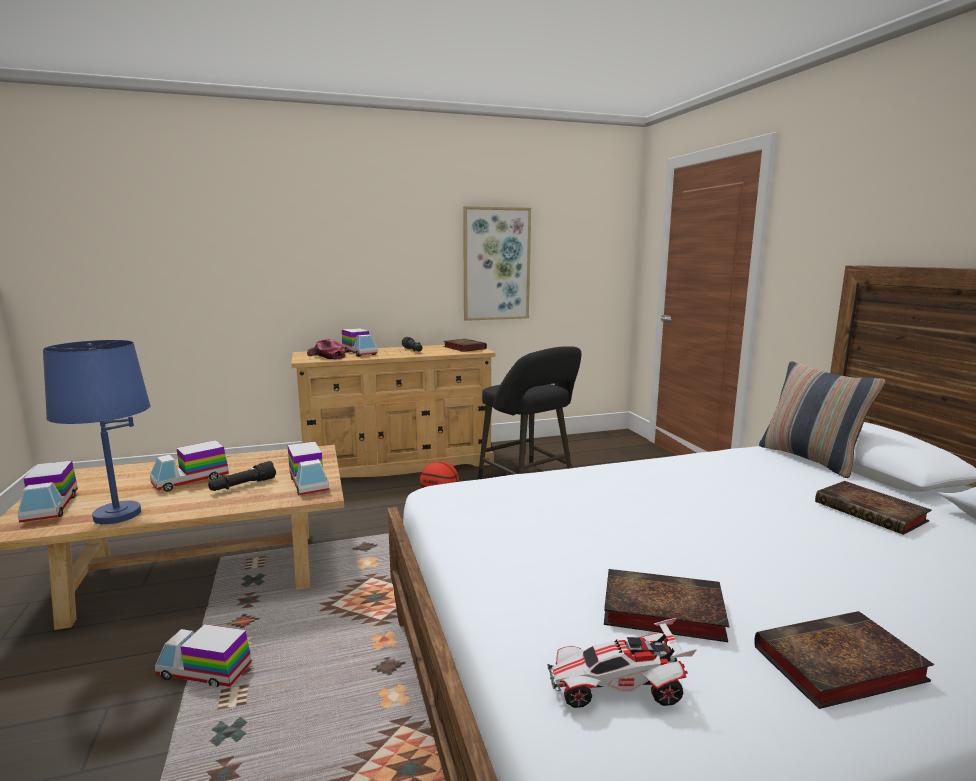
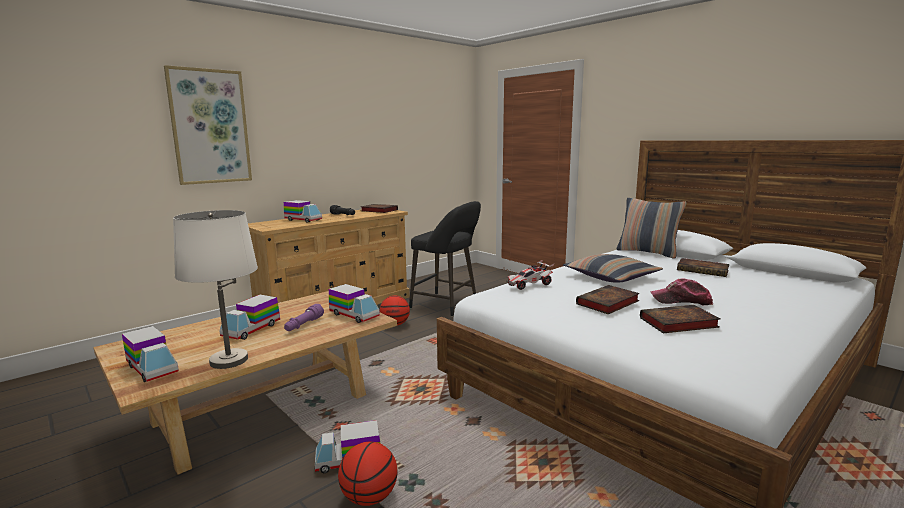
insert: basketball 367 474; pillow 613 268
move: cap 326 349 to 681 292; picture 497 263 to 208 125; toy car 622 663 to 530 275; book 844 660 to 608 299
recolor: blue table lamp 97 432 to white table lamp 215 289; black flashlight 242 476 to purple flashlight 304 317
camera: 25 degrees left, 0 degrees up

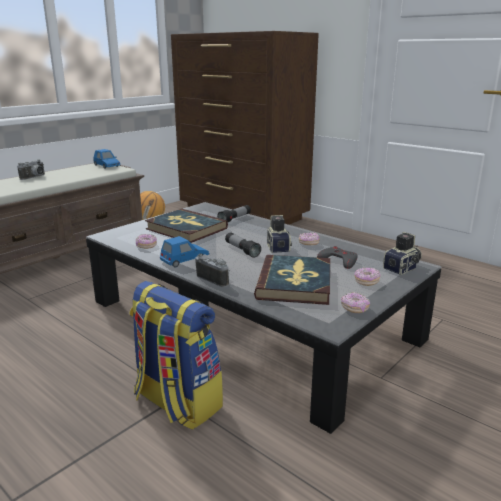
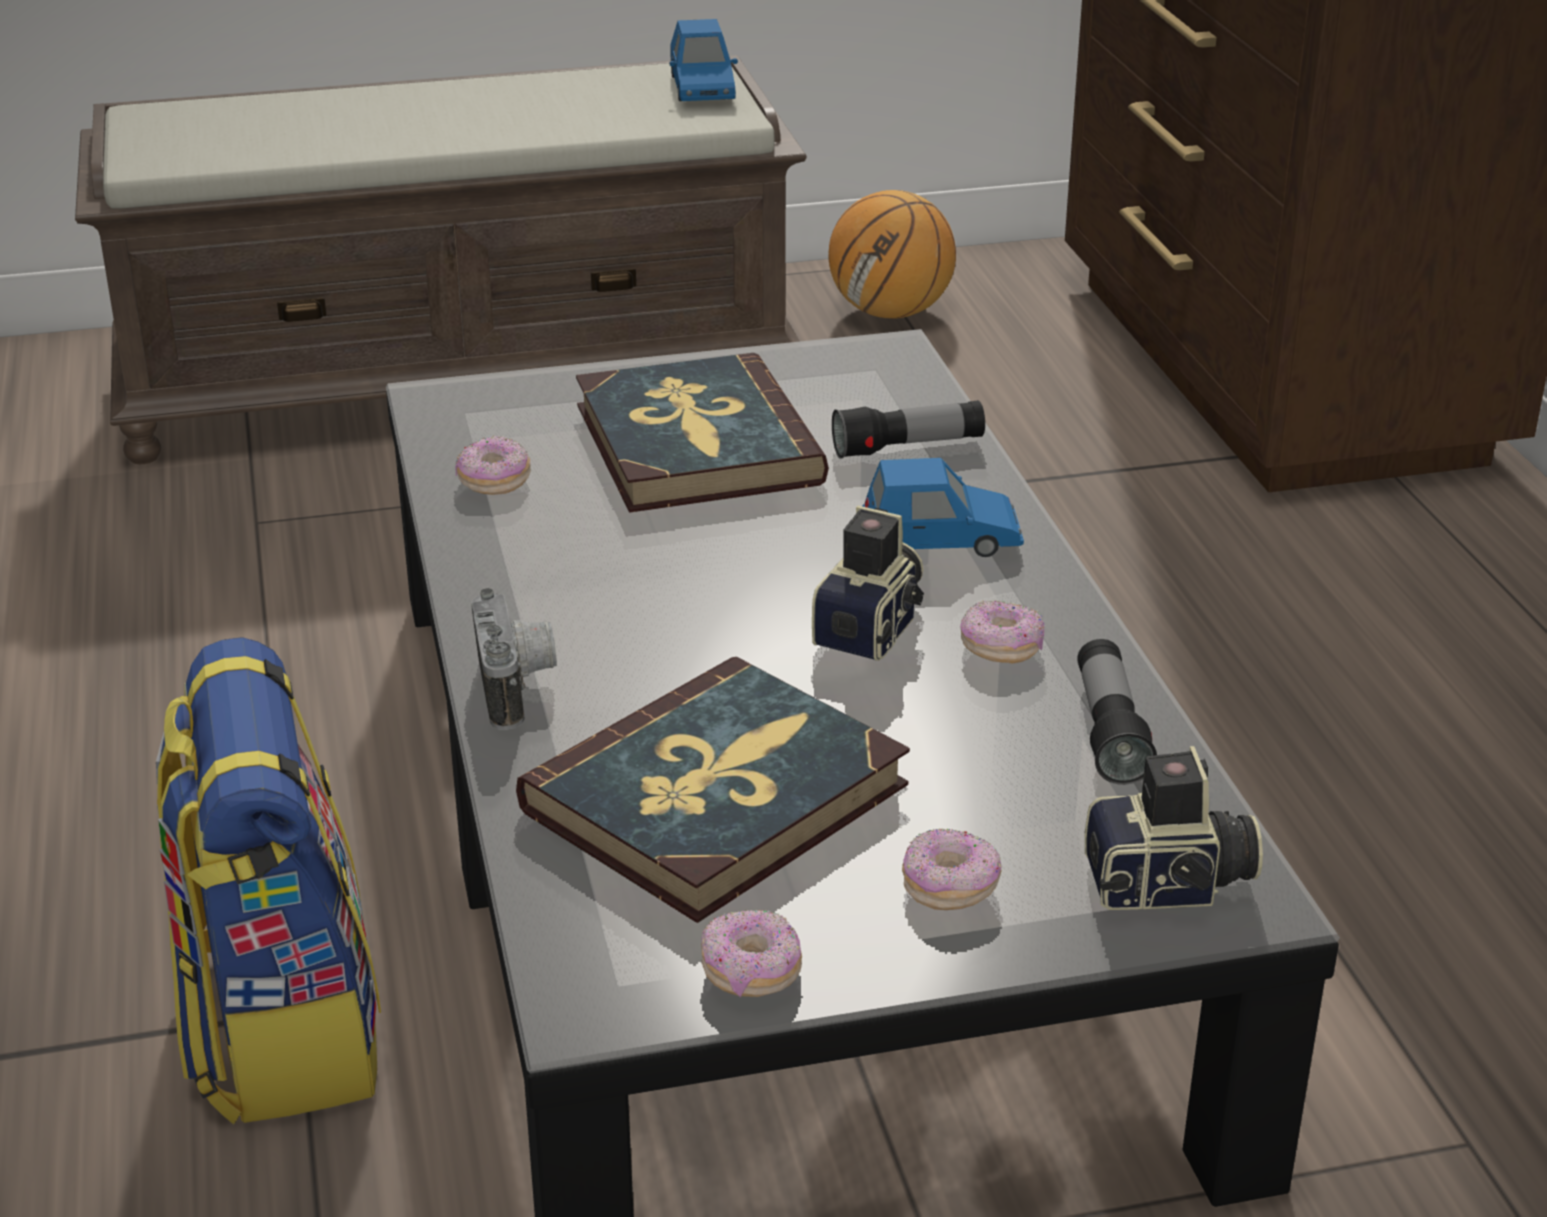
delete: photo camera 31 169; grey game controller 337 257
move: blue toy car 184 252 to 943 507; flashlight 243 245 to 1117 712
camera: 35 degrees right, 10 degrees up

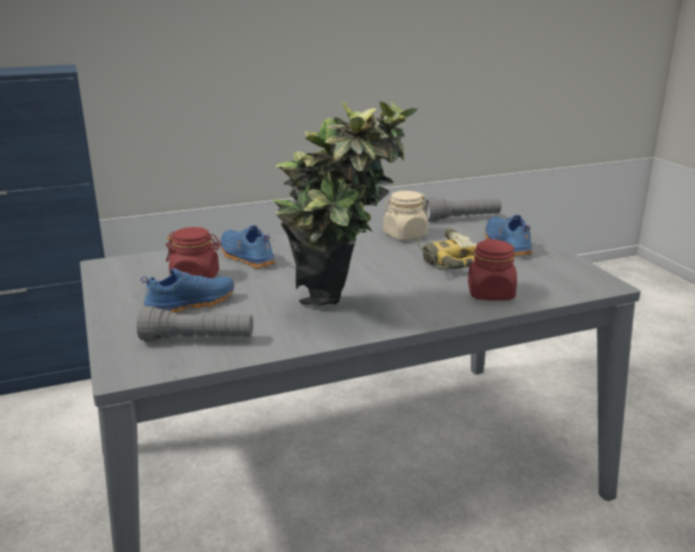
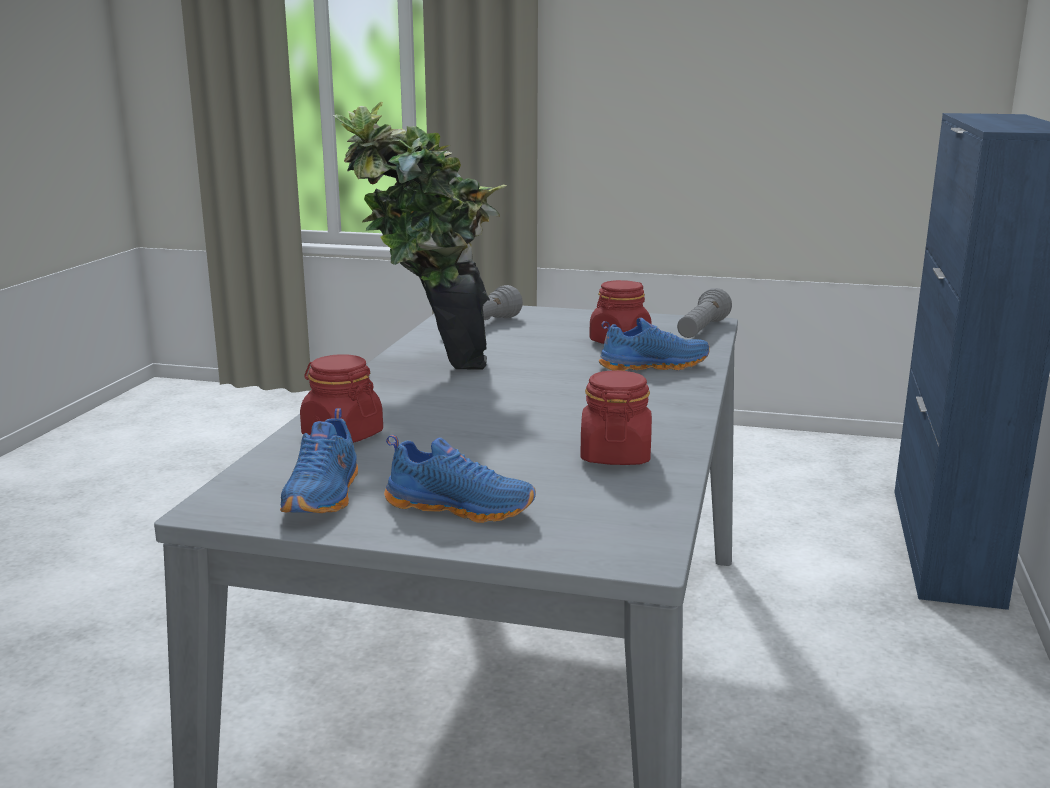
delete: power drill 447 249
move: blue shoe 187 290 to 319 460; grey flashlight 463 209 to 704 313
recolor: beige jar 405 215 to red jar 616 417
camera: 125 degrees right, 5 degrees down

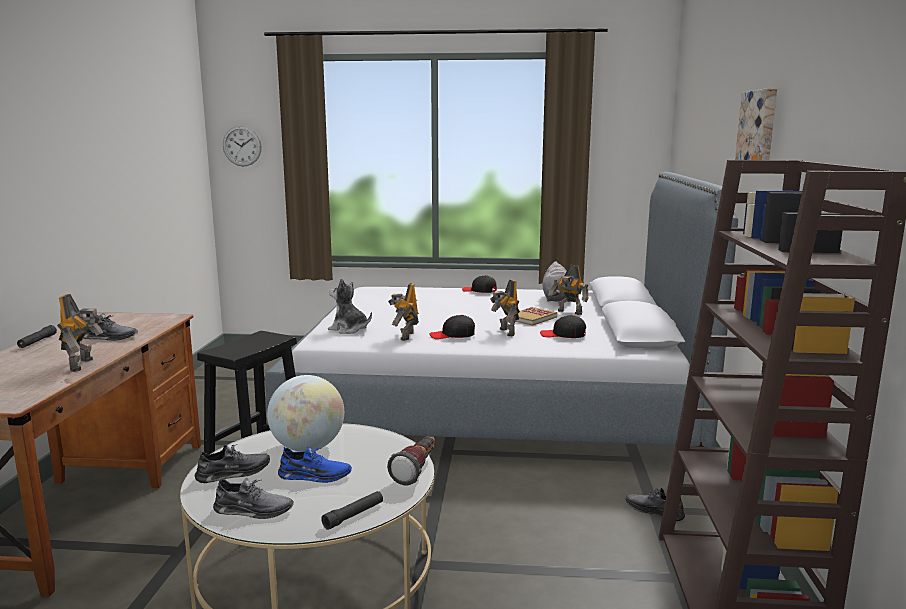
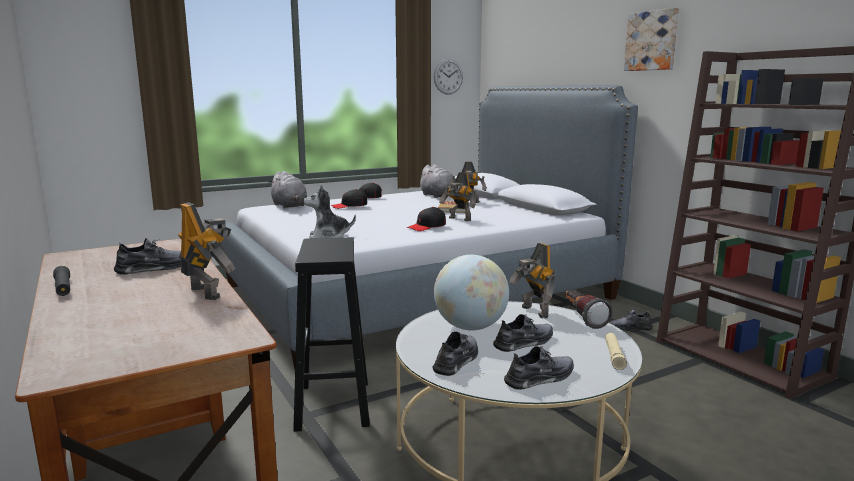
insert: grey plush toy 287 190
move: wall clock 242 146 to 448 77; toy robot 403 312 to 532 280; black cap 563 326 to 349 199
recolor: blue shoe 315 464 to grey shoe 523 333; black flashlight 352 510 to beige flashlight 616 351
camera: 35 degrees left, 0 degrees up

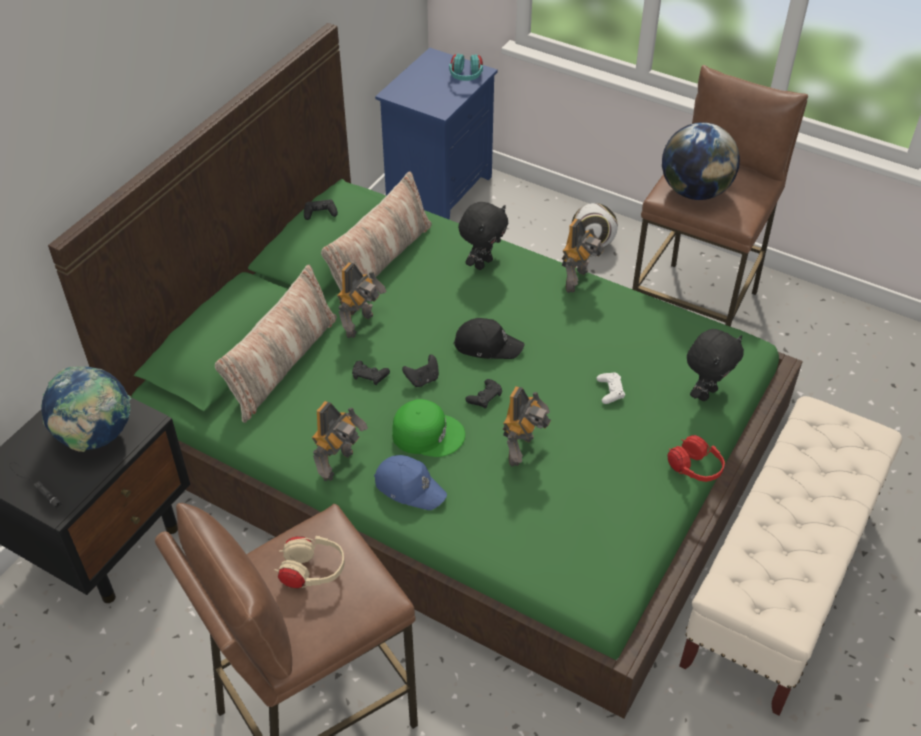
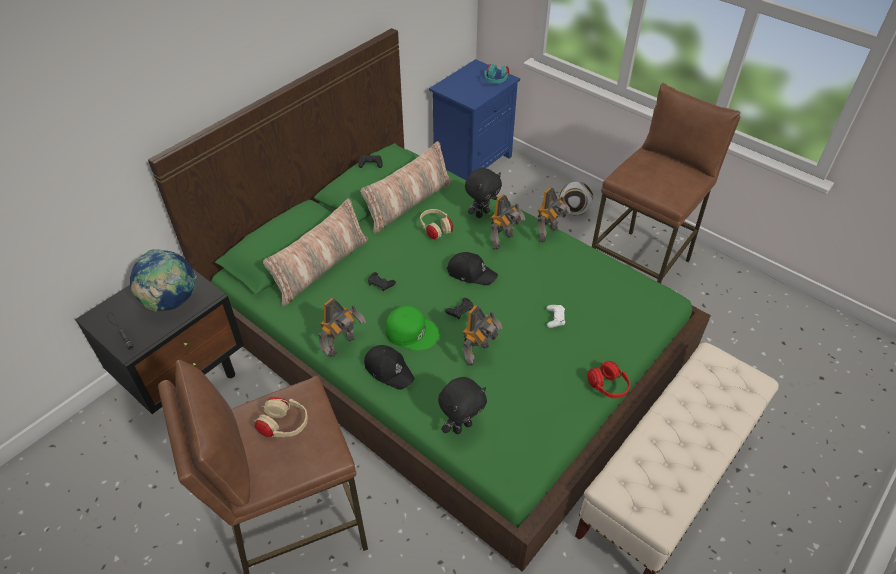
delete: black game controller 420 371; globe 701 161
insert: beige headphones 436 224
move: toy robot 362 300 to 508 222; black plush toy 715 365 to 462 405
recolor: blue cap 410 482 to black cap 389 367
camera: 10 degrees right, 0 degrees up

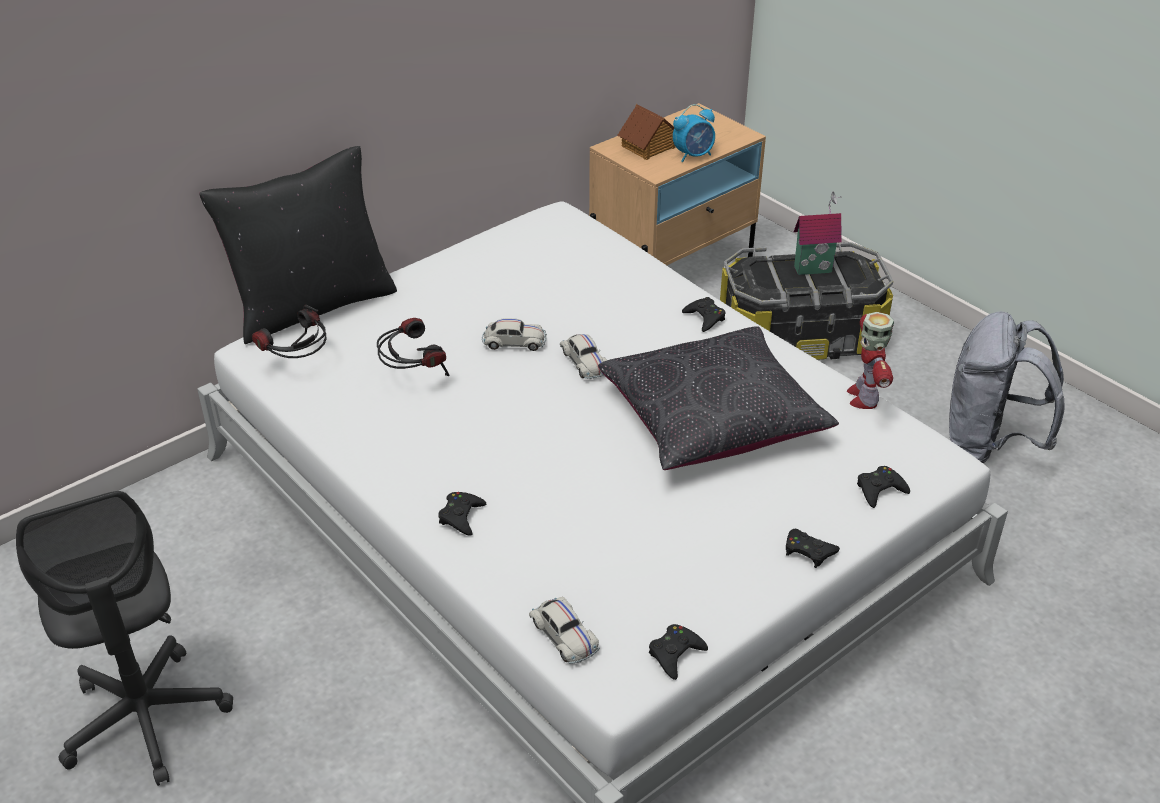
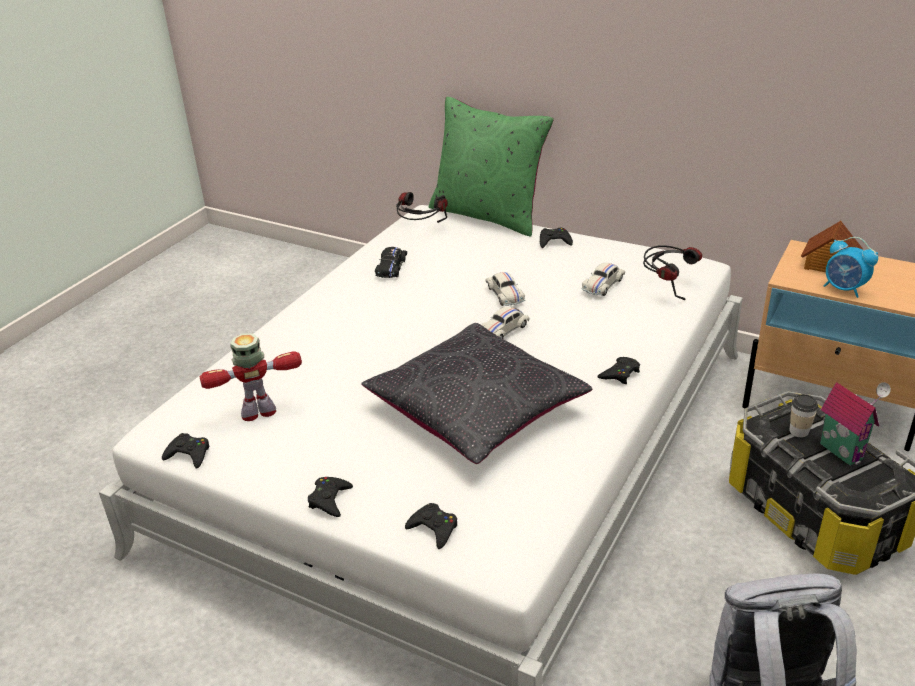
delete: grey office chair 124 638
insert: black toy car 391 262; cup 803 416
move: headphones 413 347 to 672 272; black game controller 462 514 to 556 238; white toy car 564 630 to 603 279; toy robot 870 360 to 251 377
recolor: black pillow 298 245 to green pillow 491 166
camera: 70 degrees right, 5 degrees down

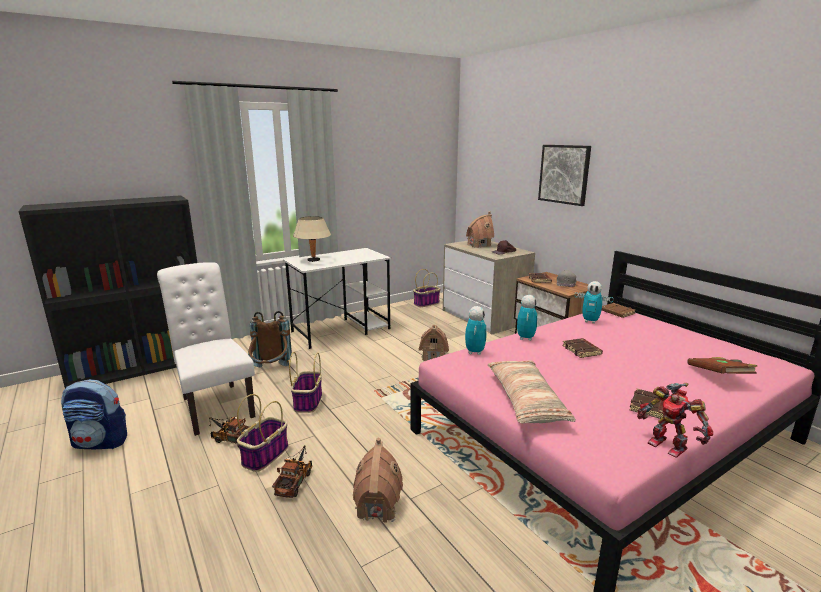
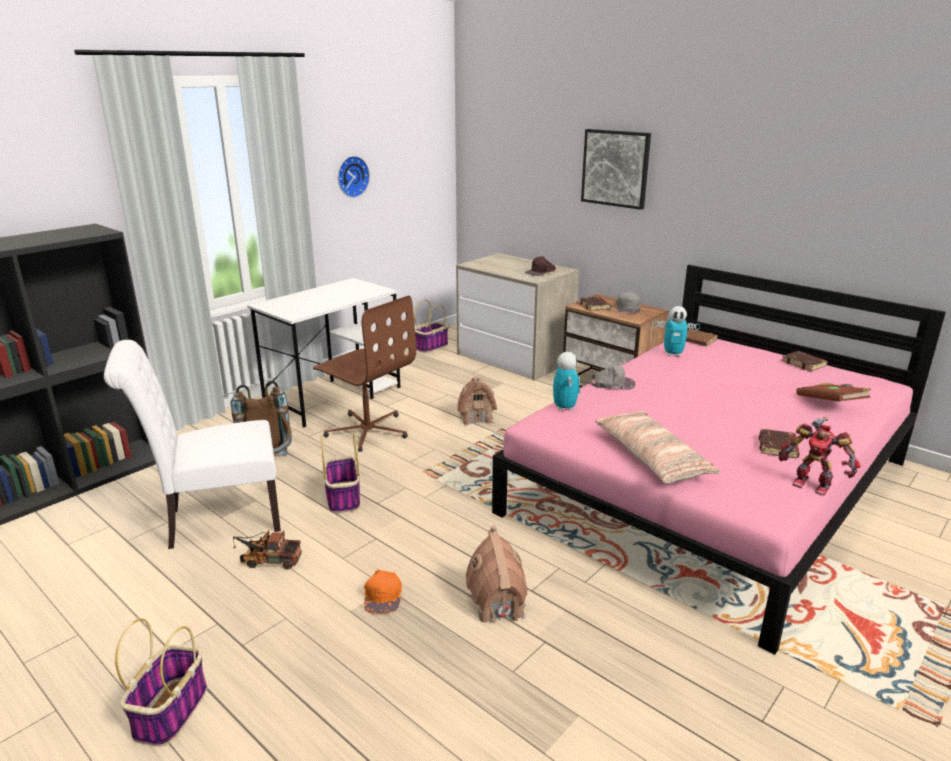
delete: backpack 94 414; beige table lamp 312 239; toy house 480 230
insert: brown office chair 364 373; wall clock 354 177
move: basket 263 433 to 161 682; brown book 582 348 to 804 361
replace: toy truck 292 471 to orange cap 383 591; toy robot 527 318 to grey cap 613 376
rotate: white chair 206 349 = 192 444 60 degrees counterclockwise
camera: 15 degrees left, 5 degrees up

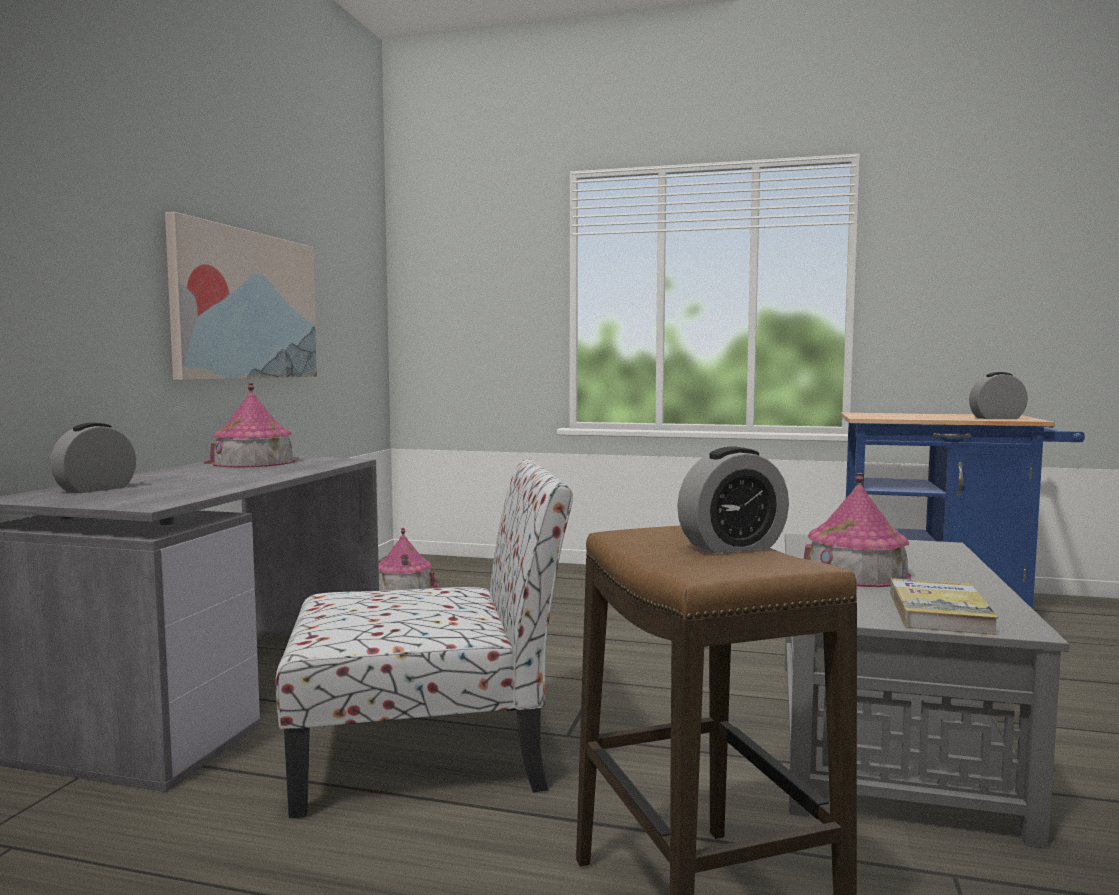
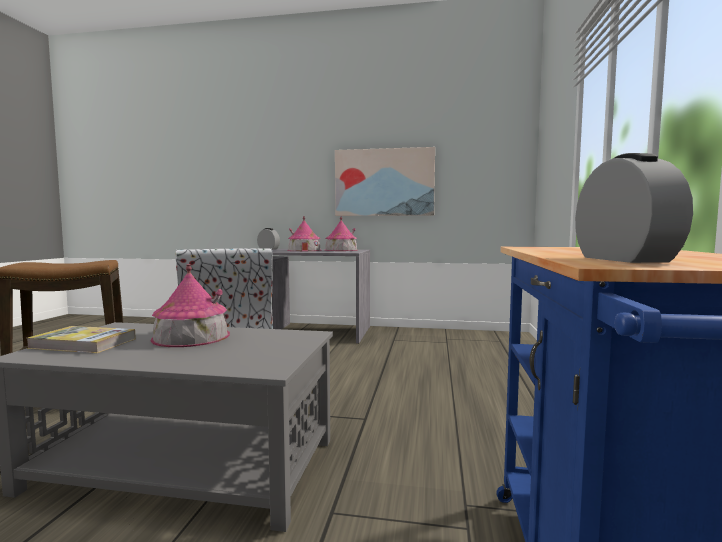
delete: alarm clock 733 499
move: toy house 409 559 to 304 234
camera: 85 degrees right, 0 degrees up

